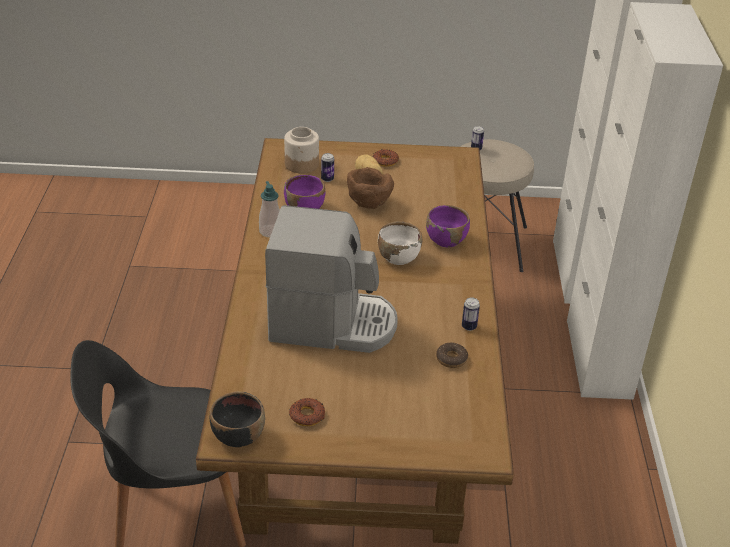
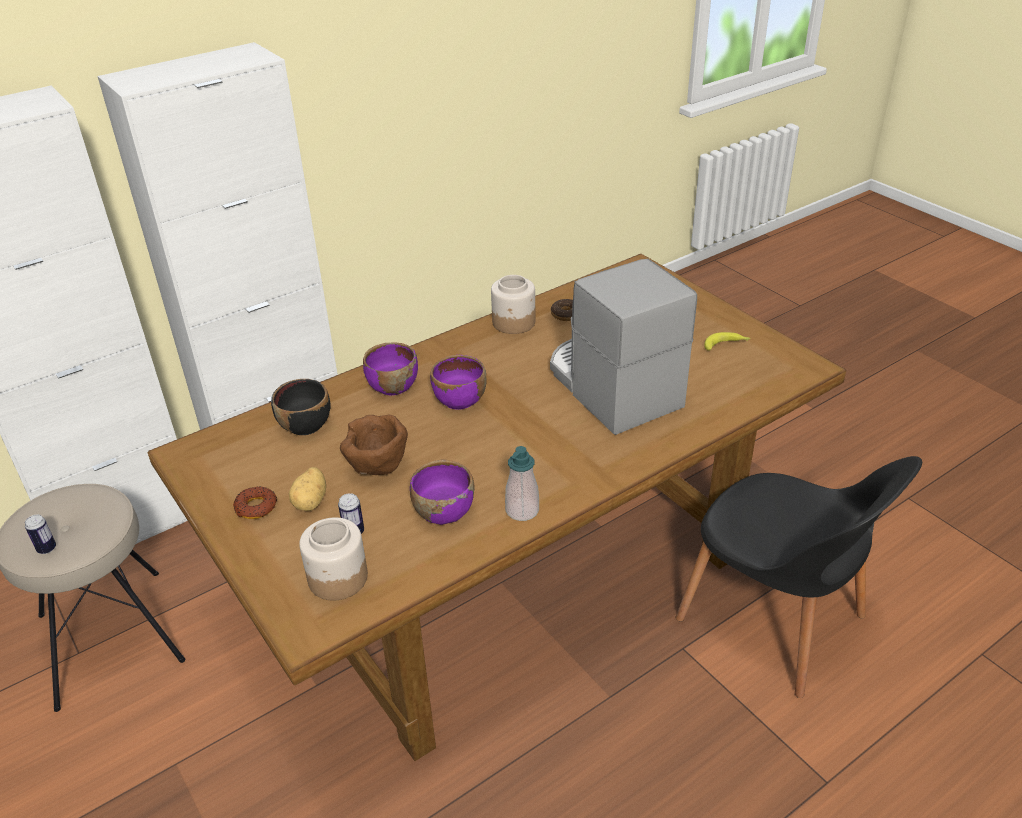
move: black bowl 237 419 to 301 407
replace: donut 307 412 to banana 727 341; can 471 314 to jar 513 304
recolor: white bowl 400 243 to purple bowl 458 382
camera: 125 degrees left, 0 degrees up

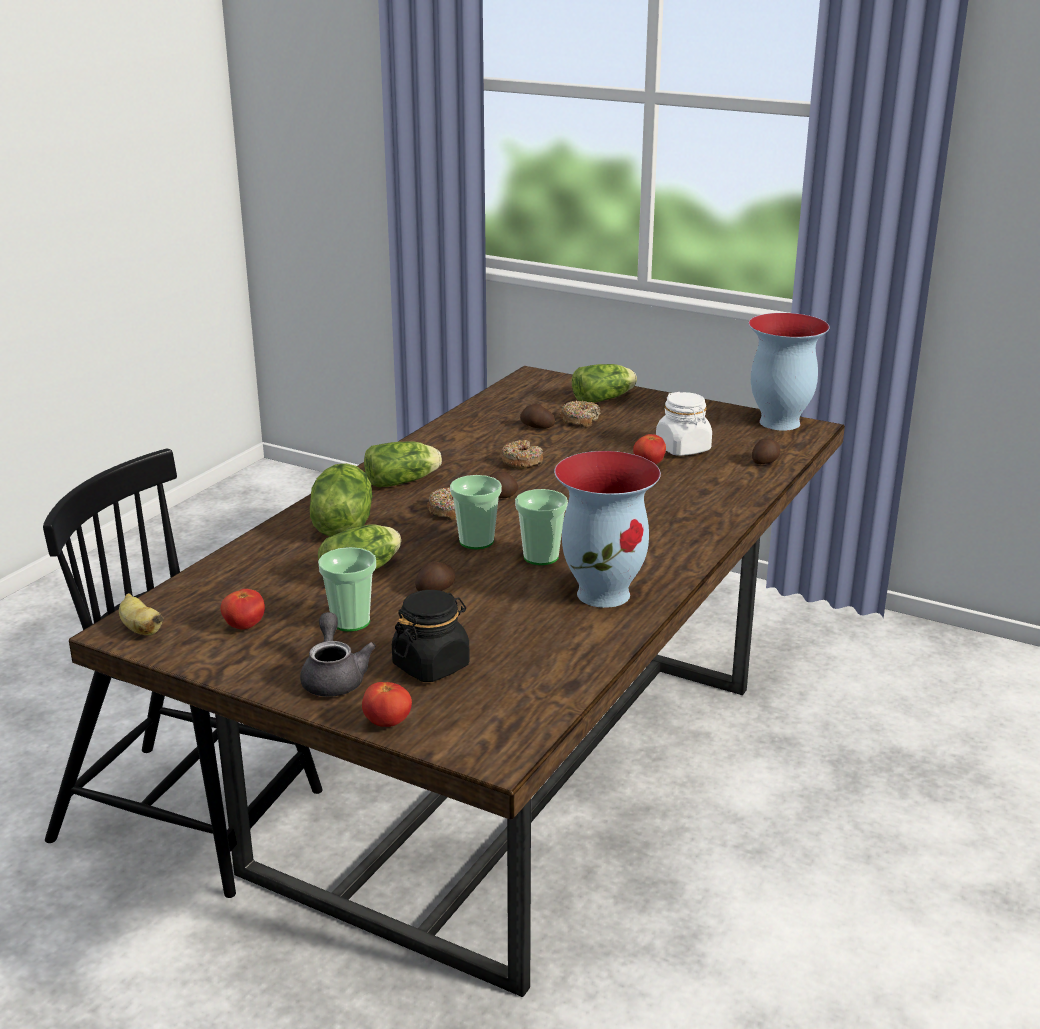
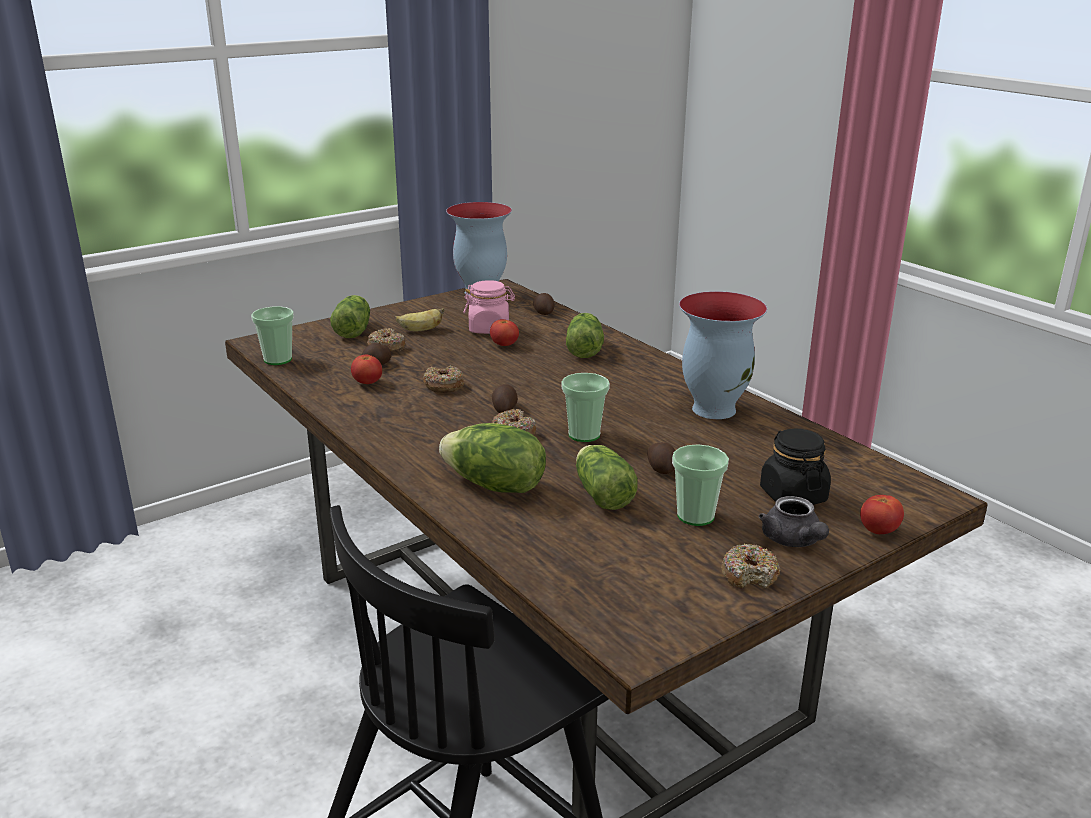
insert: donut 750 565
move: banana 141 614 to 420 319; tomato 242 609 to 366 369; lettuce 403 464 to 585 335; cup 541 527 to 272 335
recolor: white jar 684 424 to pink jar 489 307
rotate: grey teapot 338 654 = 794 521 120 degrees counterclockwise
camera: 65 degrees left, 0 degrees up

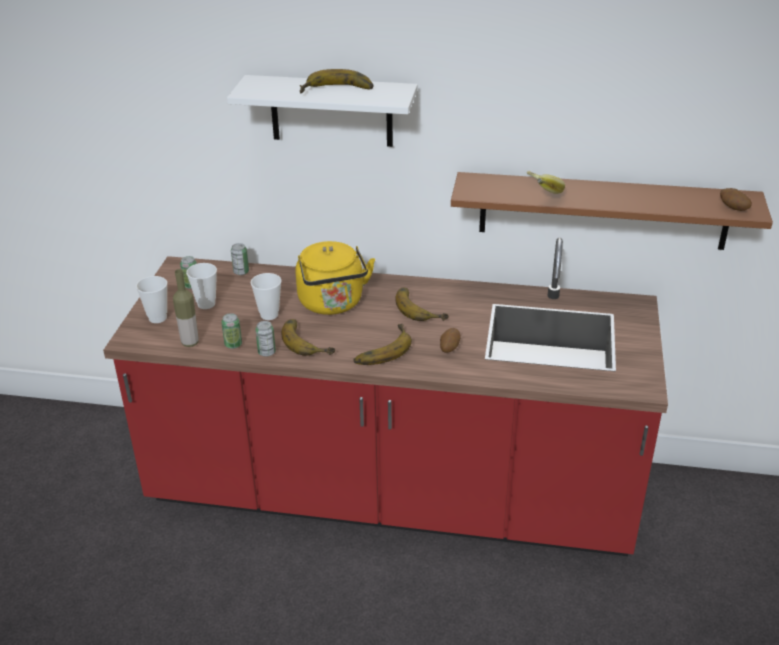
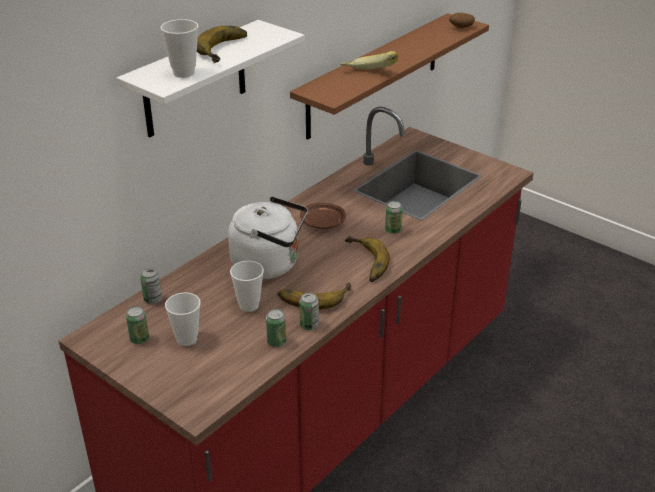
delete: bottle 186 308
move: cup 151 299 to 179 48
replace: banana 422 304 to brown plate 323 216; potato 450 340 to can 394 217
recolor: yellow kettle 335 278 to white kettle 268 237
camera: 60 degrees left, 0 degrees up

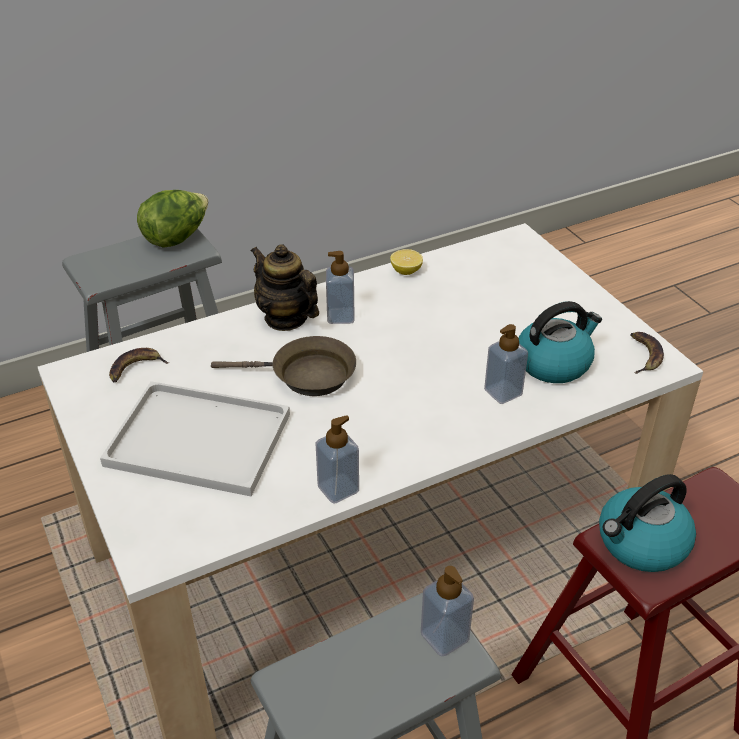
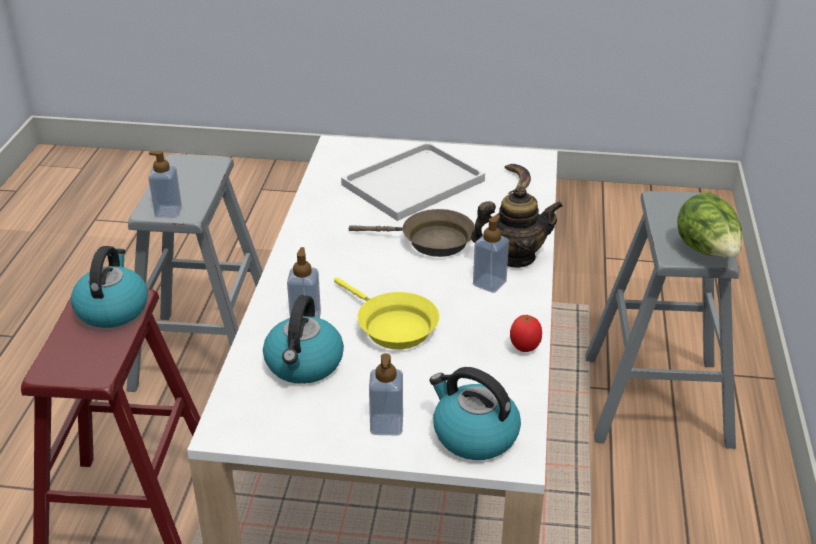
delete: banana 647 353
insert: yellow frying pan 386 313; kettle 475 413
move: soap dispenser 337 459 to 386 394
replace: lemon 406 262 to tomato 526 333
rotate: brown frying pan 283 366 = 412 233 120 degrees counterclockwise
camera: 125 degrees right, 5 degrees down

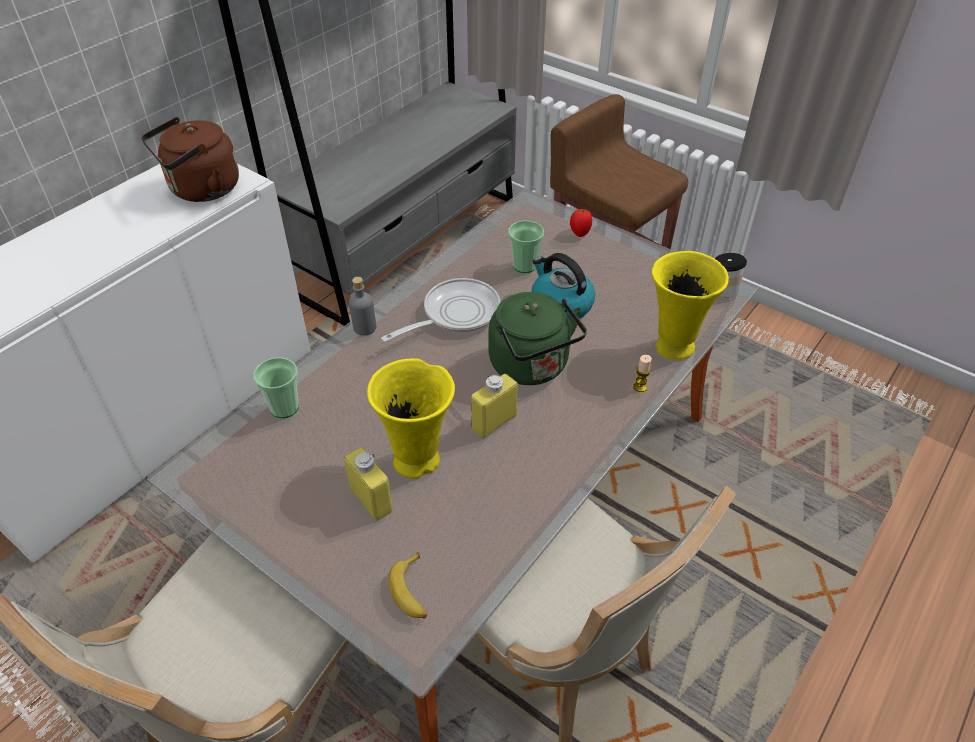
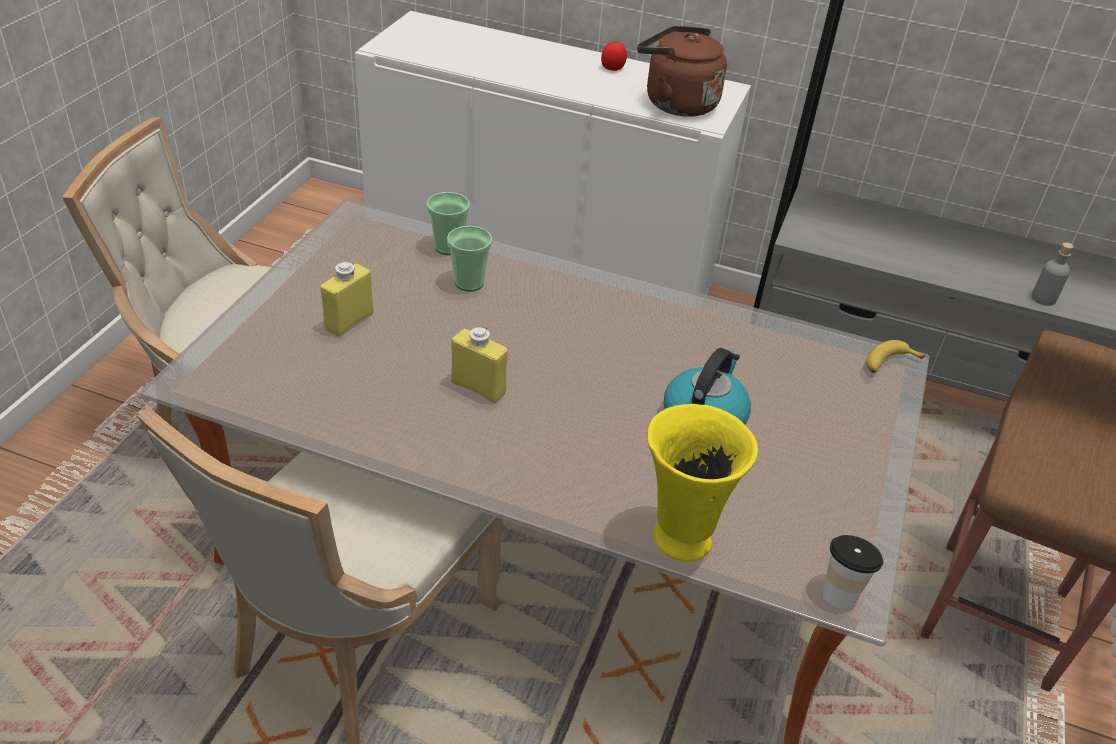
delete: yellow vase 411 418; frying pan 440 310; green kettle 538 338; candle 642 373
move: grey bottle 362 306 to 1052 274; banana 407 585 to 895 356; cup 526 247 to 470 259; tomato 581 223 to 614 56
camera: 70 degrees right, 5 degrees down

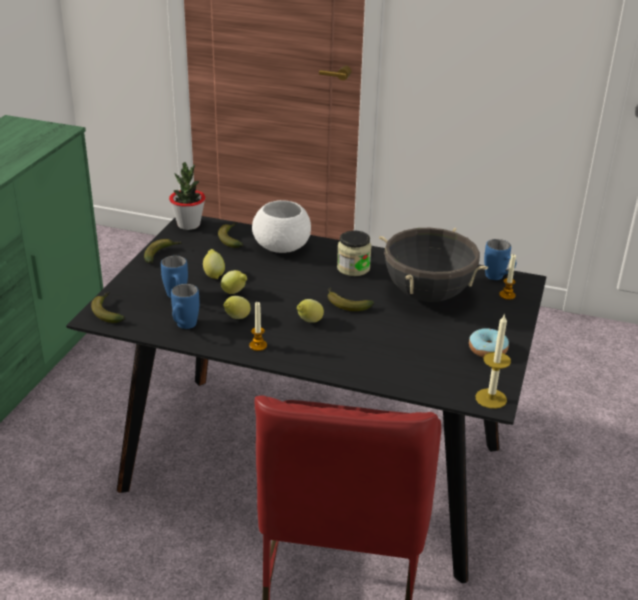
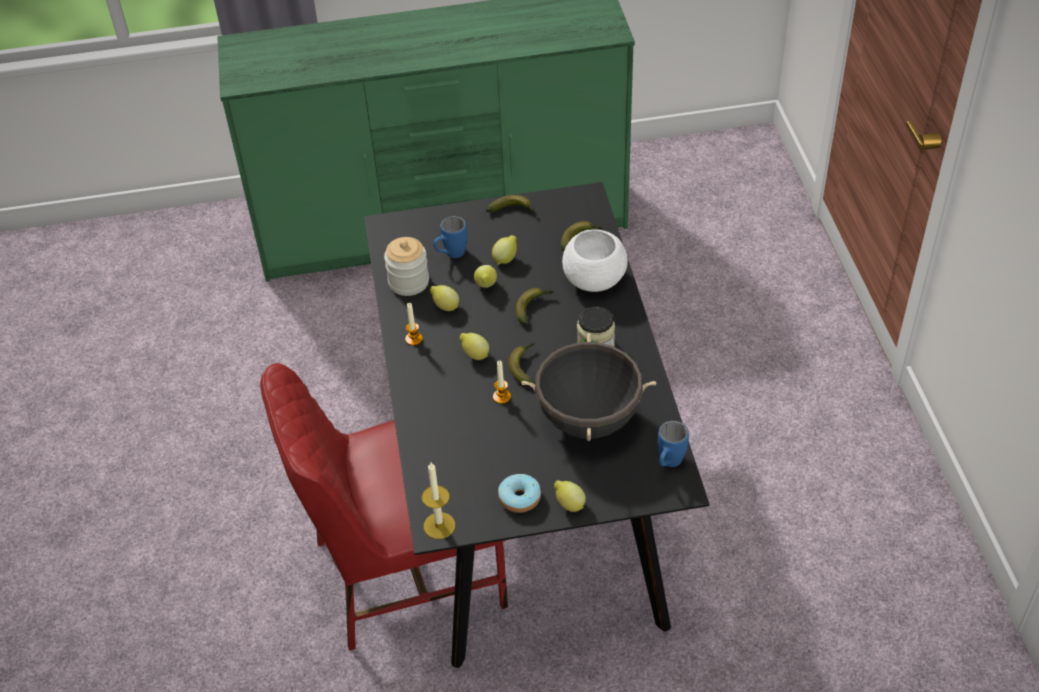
delete: potted plant 187 196
insert: lemon 570 496
move: banana 108 307 to 534 306; candle 507 277 to 502 382
replace: blue mug 185 306 to jar 406 266
camera: 65 degrees right, 15 degrees up

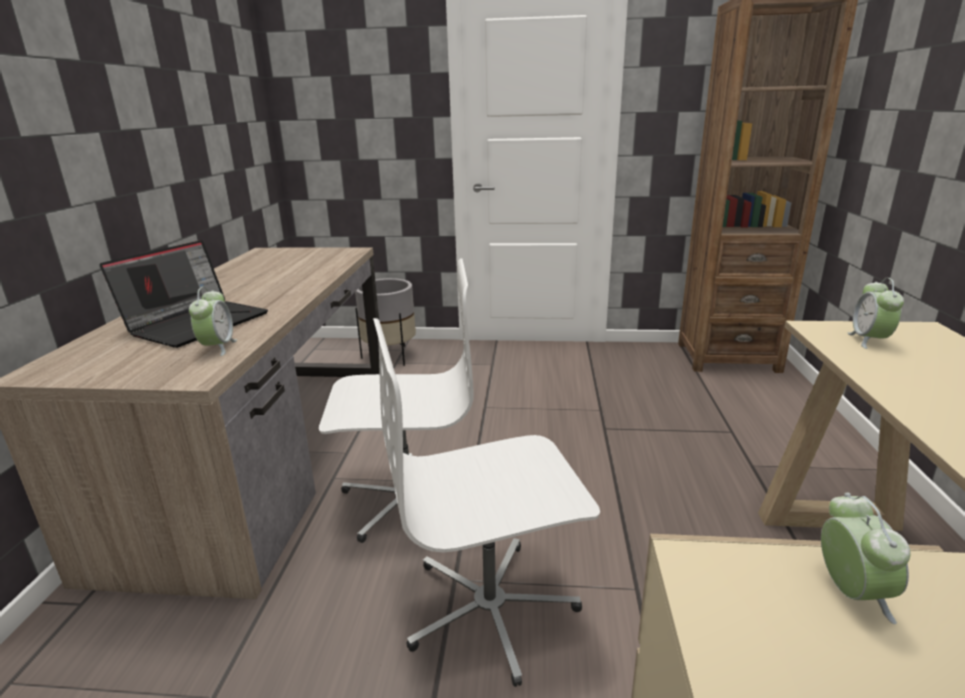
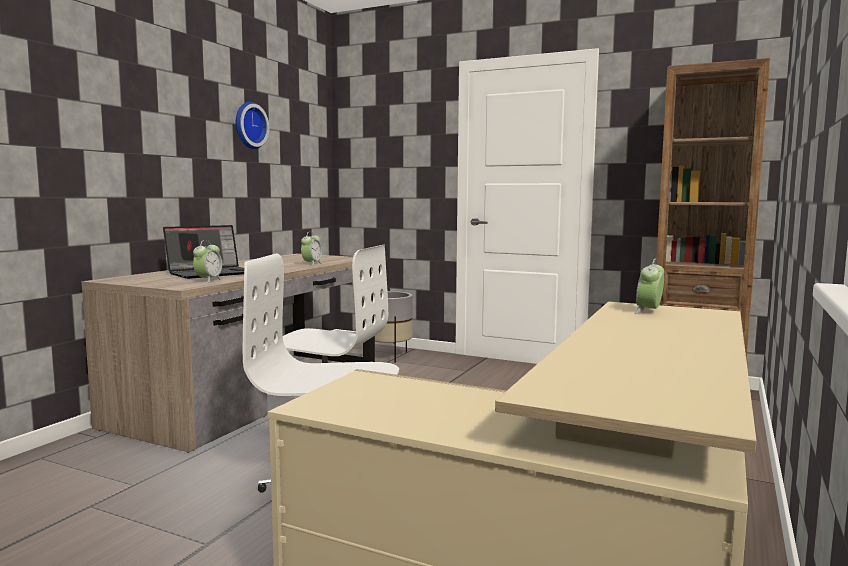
insert: wall clock 252 125
move: alarm clock 866 558 to 312 249
camera: 20 degrees right, 15 degrees down

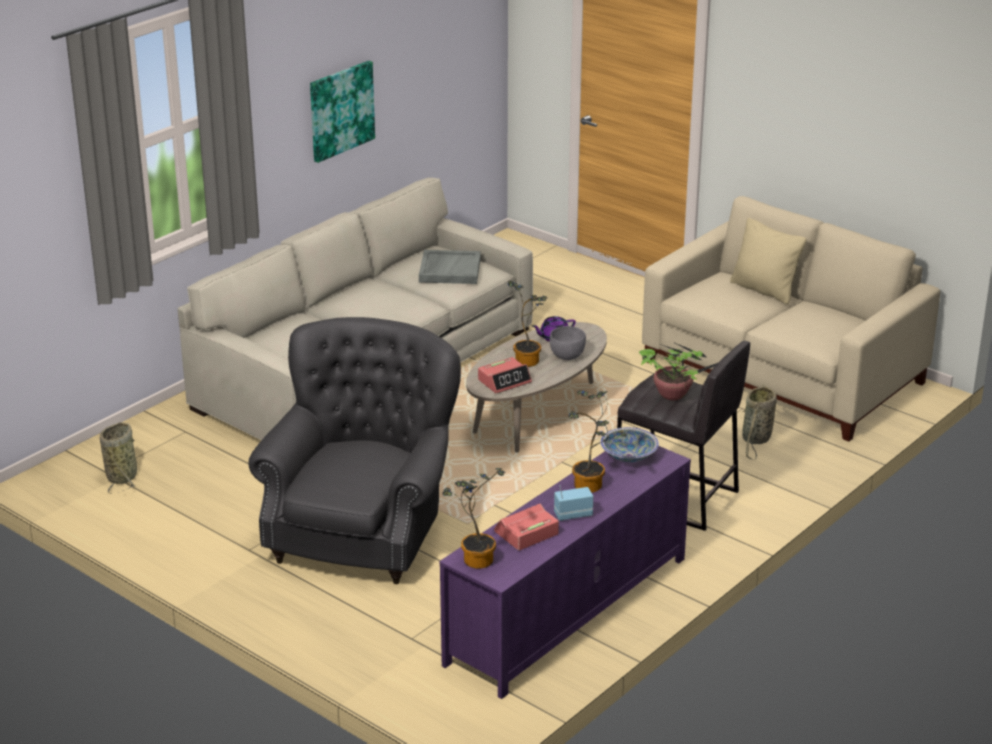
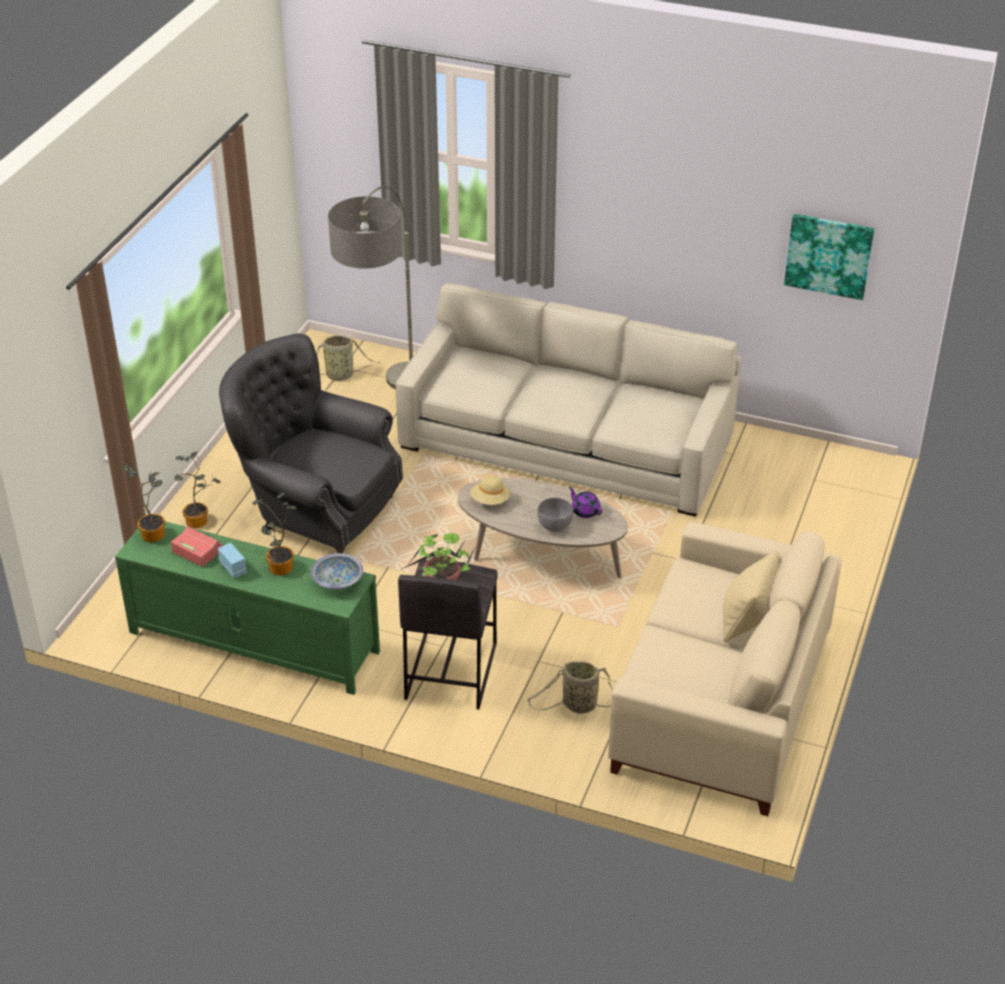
delete: grey tray 450 267
insert: floor lamp 370 287
move: picture 342 112 to 829 257; potted plant 527 324 to 197 489
replace: alarm clock 505 375 to beige hat 490 490
recolor: purple tv stand 565 572 to green tv stand 247 608
rotate: grey armchair 355 450 = 311 443 150 degrees counterclockwise
camera: 70 degrees right, 10 degrees up

